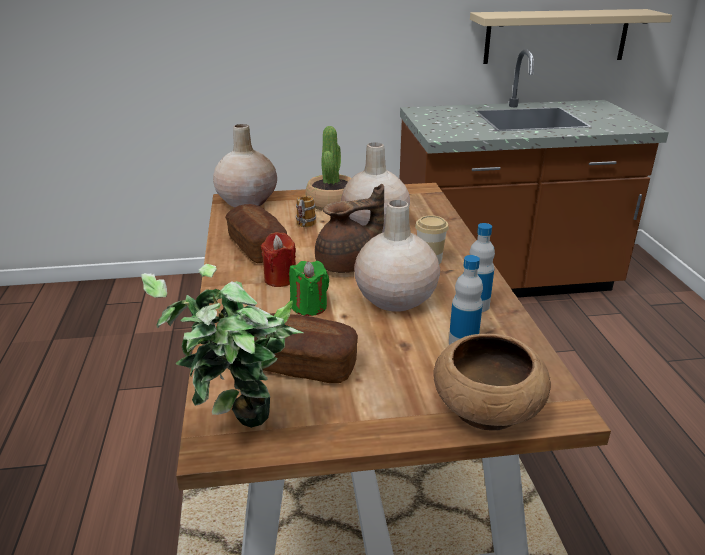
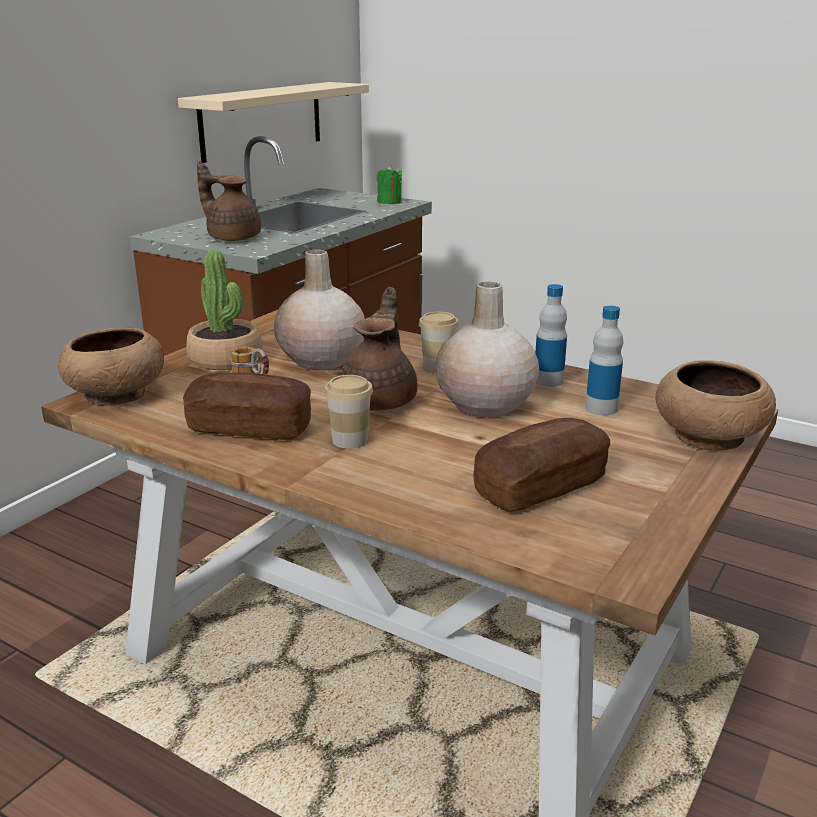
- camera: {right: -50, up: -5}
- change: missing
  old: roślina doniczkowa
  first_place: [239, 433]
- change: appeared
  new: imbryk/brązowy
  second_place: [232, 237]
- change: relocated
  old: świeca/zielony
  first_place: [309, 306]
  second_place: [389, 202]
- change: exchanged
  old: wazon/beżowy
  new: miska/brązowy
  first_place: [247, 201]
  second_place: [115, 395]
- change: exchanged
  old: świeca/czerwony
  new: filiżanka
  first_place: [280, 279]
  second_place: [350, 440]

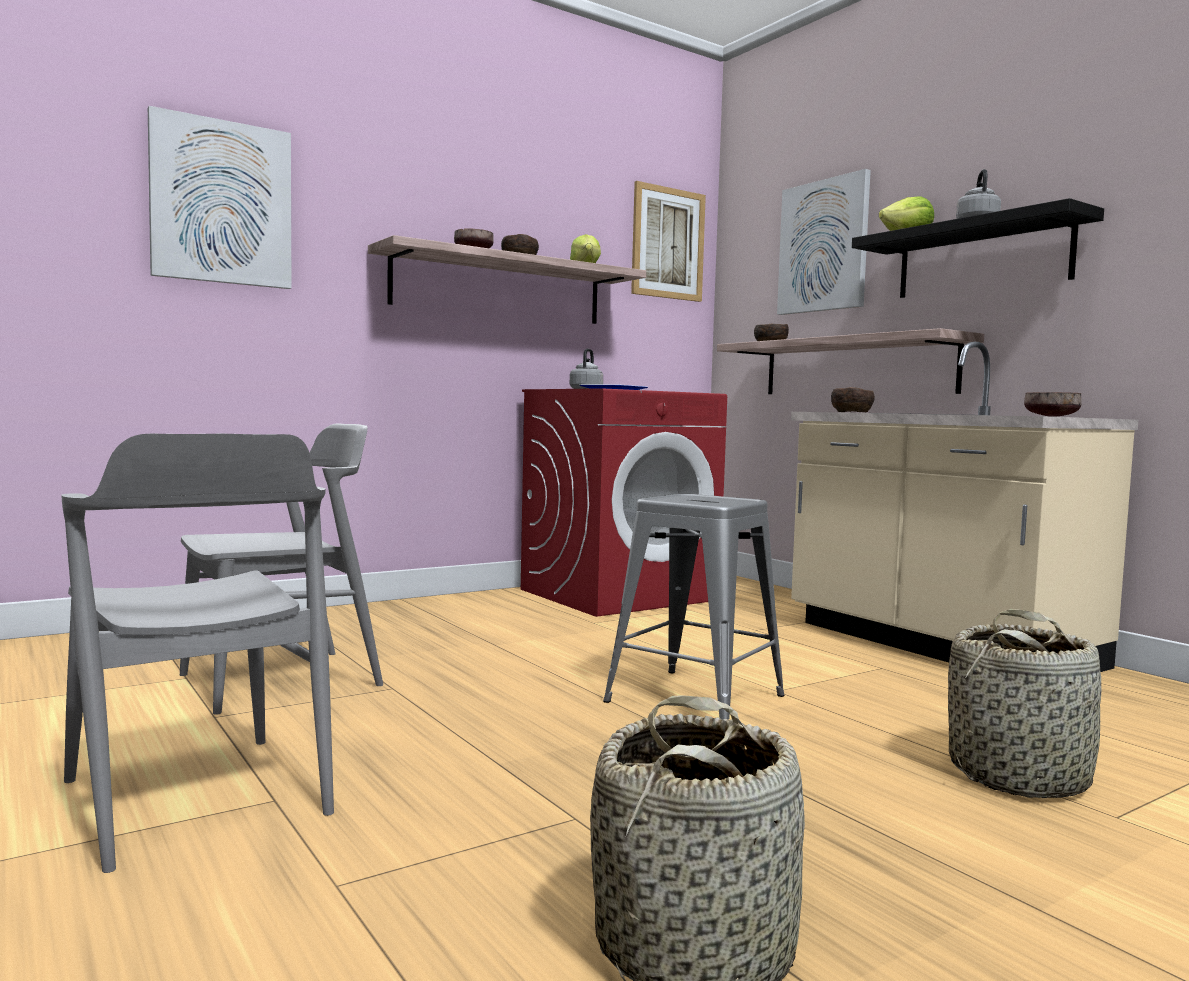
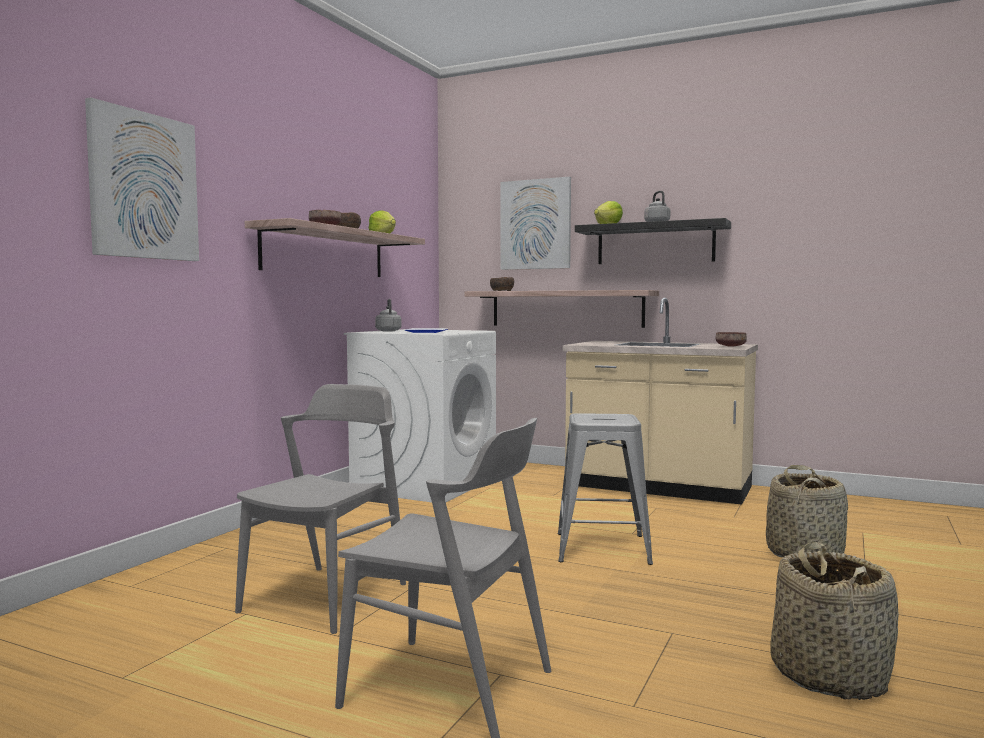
- camera: {right: -30, up: 0}
- change: missing
  old: obraz
  first_place: [668, 243]
- change: missing
  old: miska/brązowy
  first_place: [851, 412]
- change: colour
  old: pralka/czerwony
  new: pralka/biały
  first_place: [618, 595]
  second_place: [425, 484]

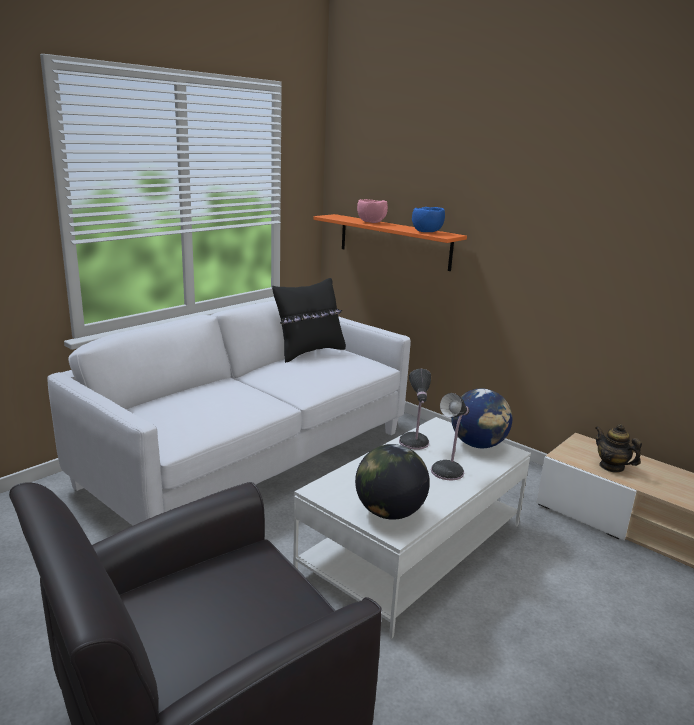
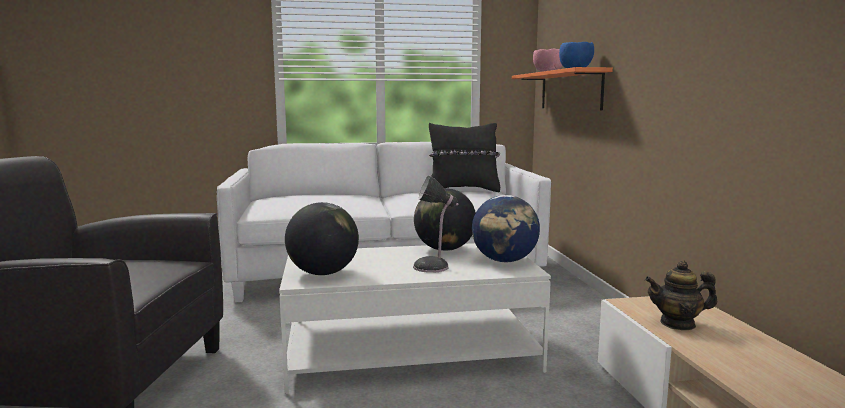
- camera: {right: 40, up: -10}
- change: exchanged
  old: lampa stołowa
  new: globus
  first_place: [414, 443]
  second_place: [444, 249]
- change: spun
  old: imbryk
  first_place: [611, 467]
  second_place: [678, 324]
  degrees: -90

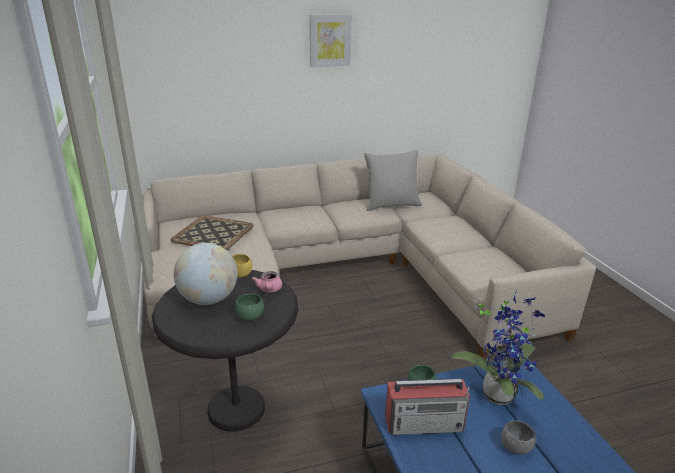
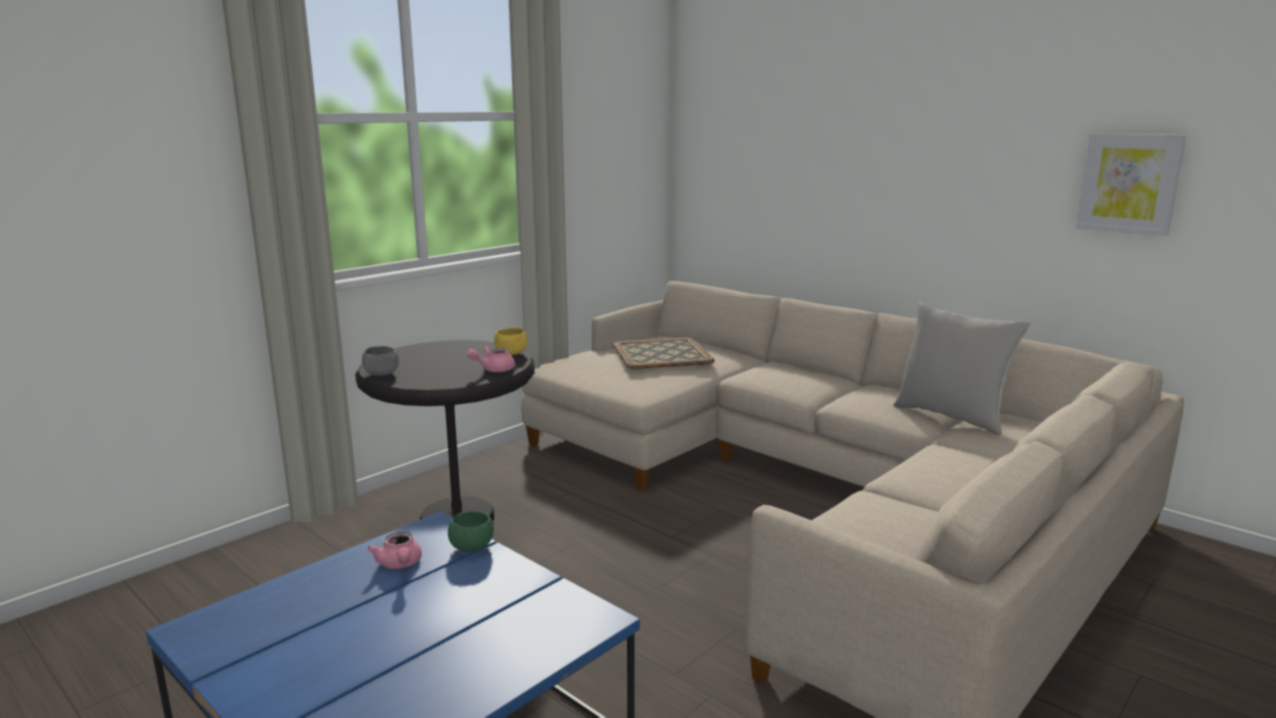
- camera: {right: 60, up: -10}
- change: missing
  old: globus
  first_place: [208, 299]
- change: missing
  old: miska/zielony
  first_place: [250, 316]
- change: missing
  old: roślina doniczkowa
  first_place: [499, 392]
- change: relocated
  old: obraz
  first_place: [330, 40]
  second_place: [1129, 183]
- change: relocated
  old: miska/szary
  first_place: [516, 447]
  second_place: [381, 374]
- change: exchanged
  old: radio
  new: imbryk/różowy
  first_place: [425, 423]
  second_place: [400, 564]

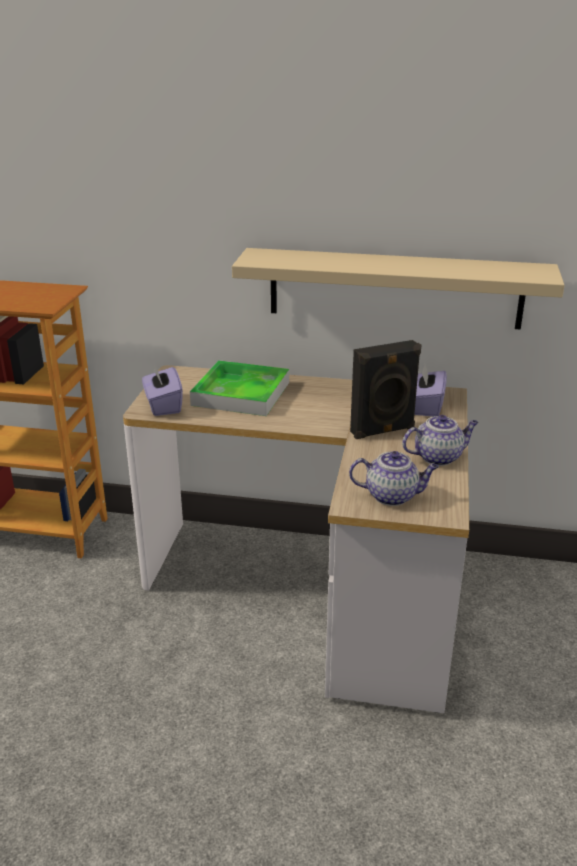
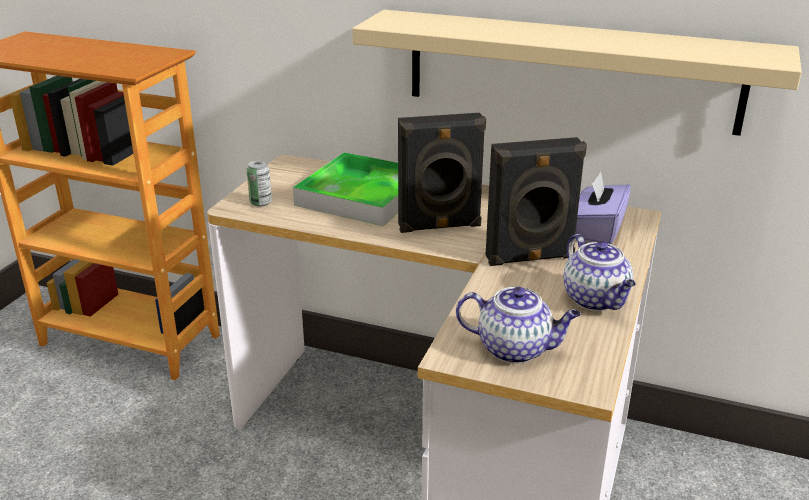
- camera: {right: 10, up: 0}
- change: appeared
  new: głośnik/czarny
  second_place: [439, 226]
- change: exchanged
  old: pudełko chusteczek/fioletowy
  new: puszka
  first_place: [163, 405]
  second_place: [261, 203]
- change: spun
  old: imbryk
  first_place: [438, 457]
  second_place: [596, 300]
  degrees: 75

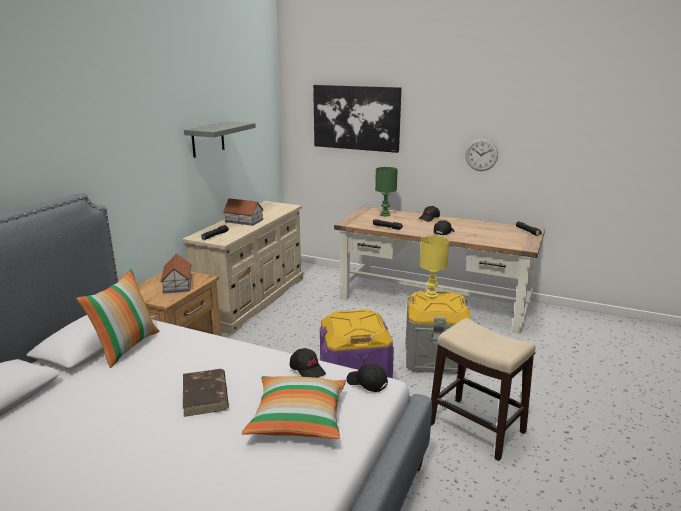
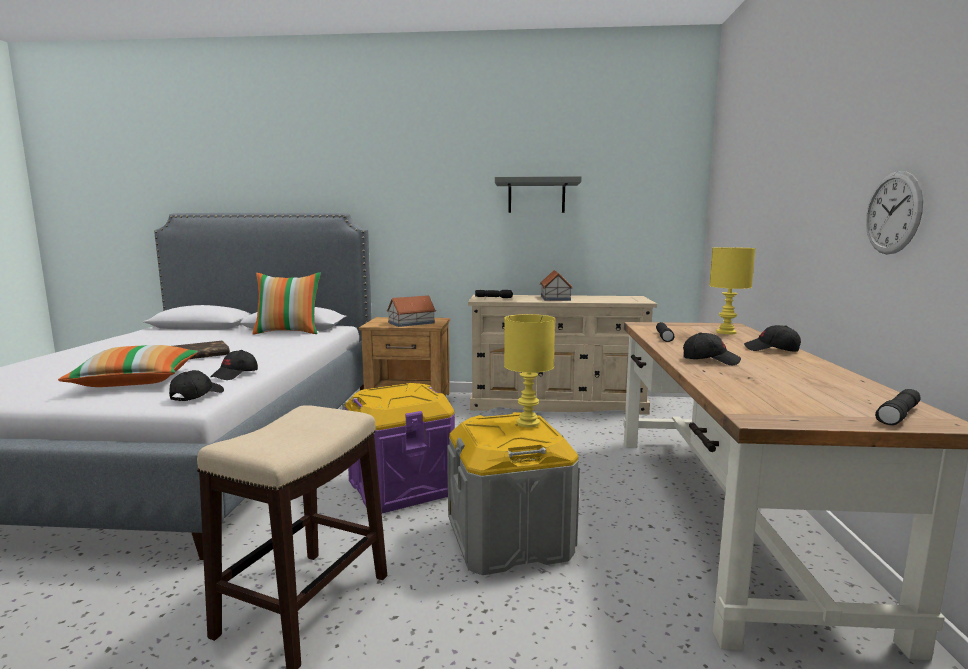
- camera: {right: 70, up: -10}
- change: missing
  old: obraz
  first_place: [356, 118]
- change: colour
  old: lampa stołowa/zielony
  new: lampa stołowa/żółty
  first_place: [385, 215]
  second_place: [725, 332]

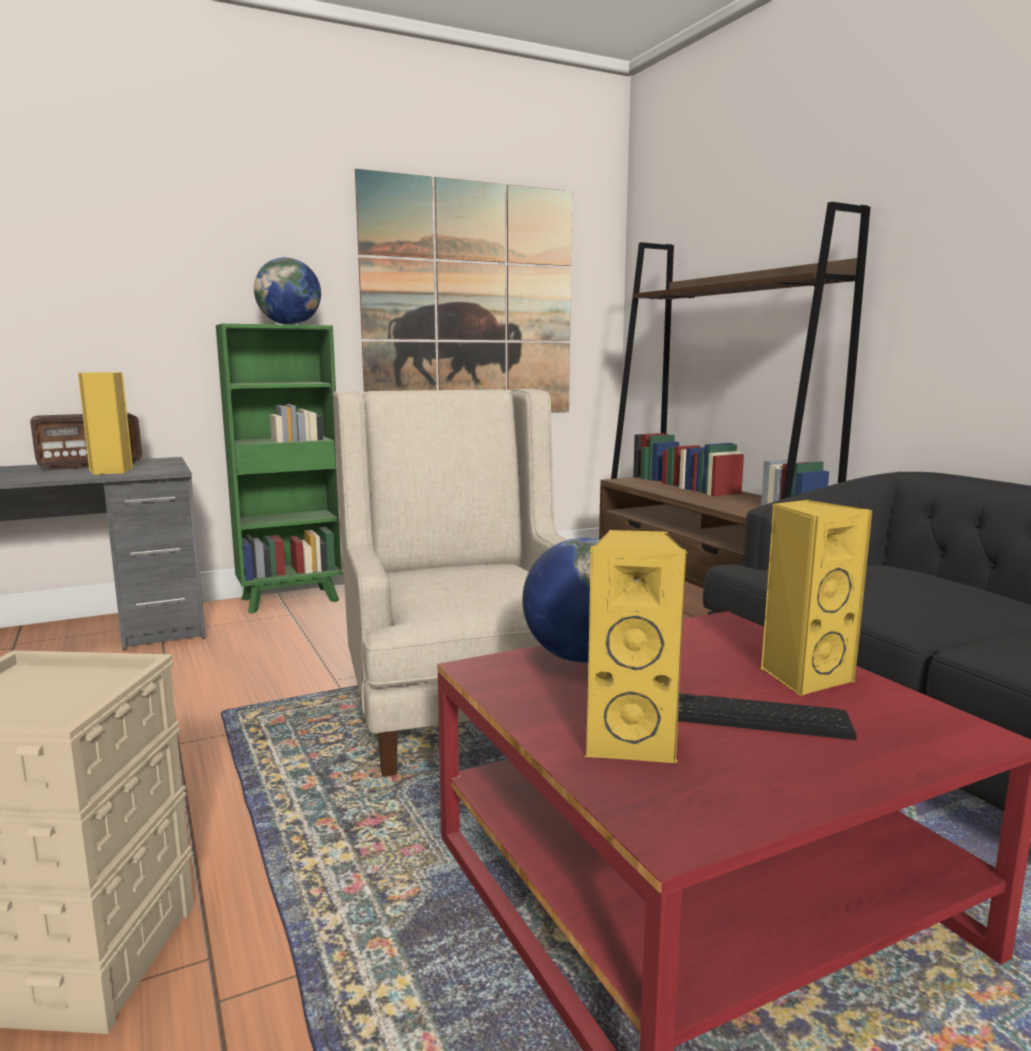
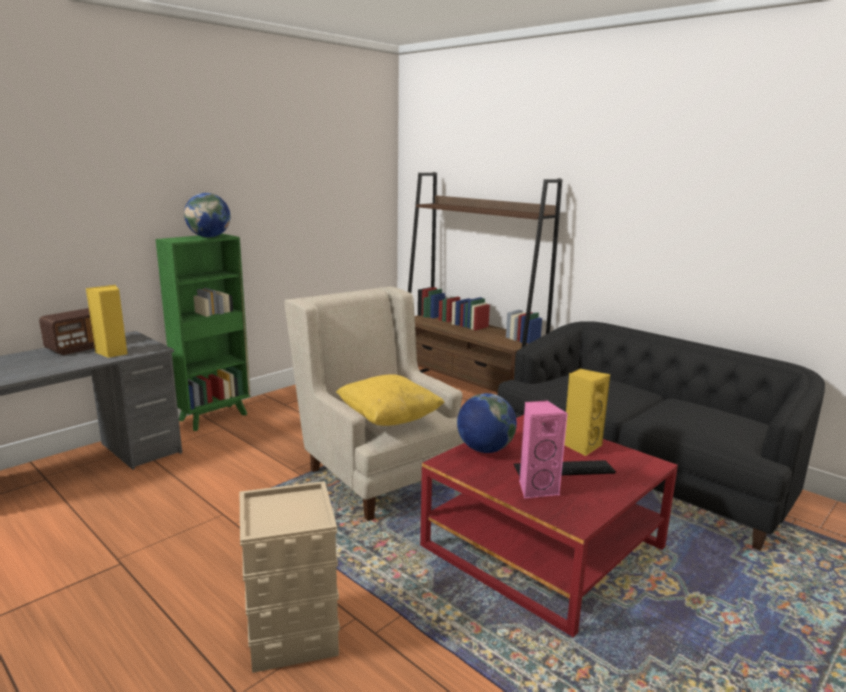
- camera: {right: -20, up: 5}
- change: missing
  old: obraz
  first_place: [470, 301]
- change: appeared
  new: poduszka/żółty
  second_place: [389, 419]
- change: colour
  old: głośnik/żółty
  new: głośnik/różowy
  first_place: [632, 742]
  second_place: [536, 488]

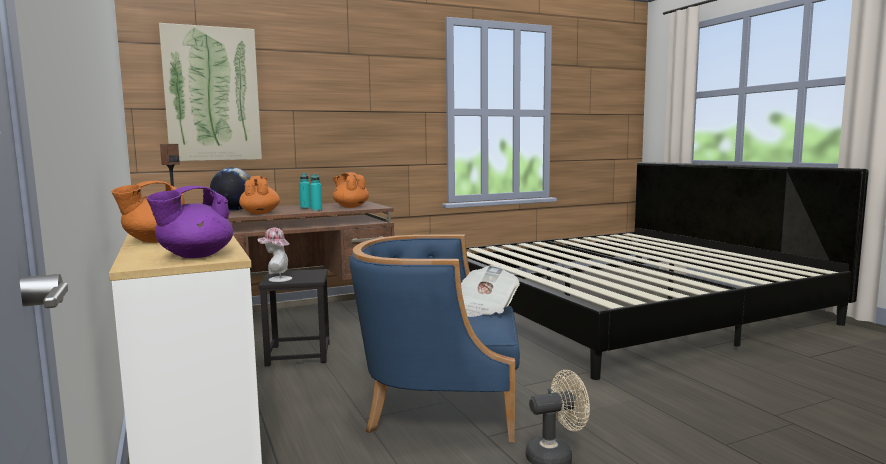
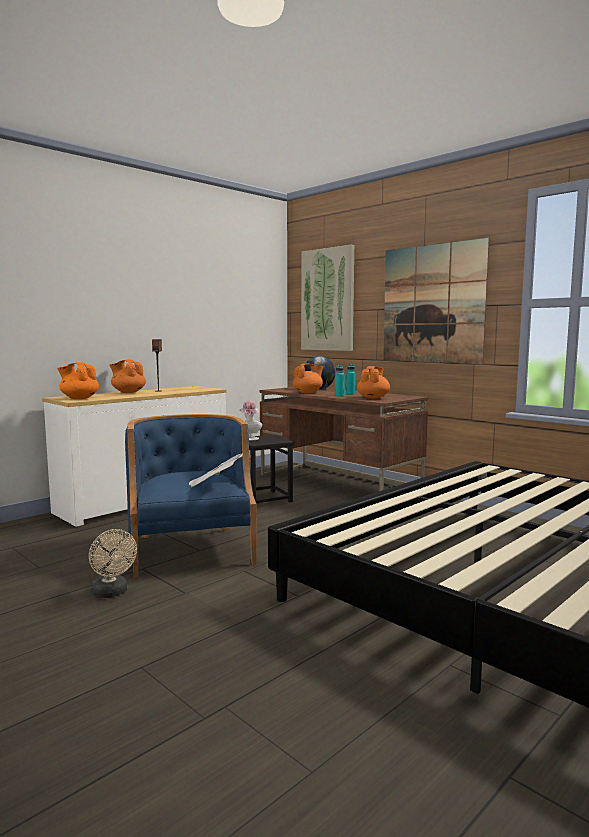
- camera: {right: 70, up: 0}
- change: appeared
  new: obraz
  second_place: [432, 304]
- change: colour
  old: imbryk/fioletowy
  new: imbryk/pomarańczowy
  first_place: [195, 256]
  second_place: [79, 398]

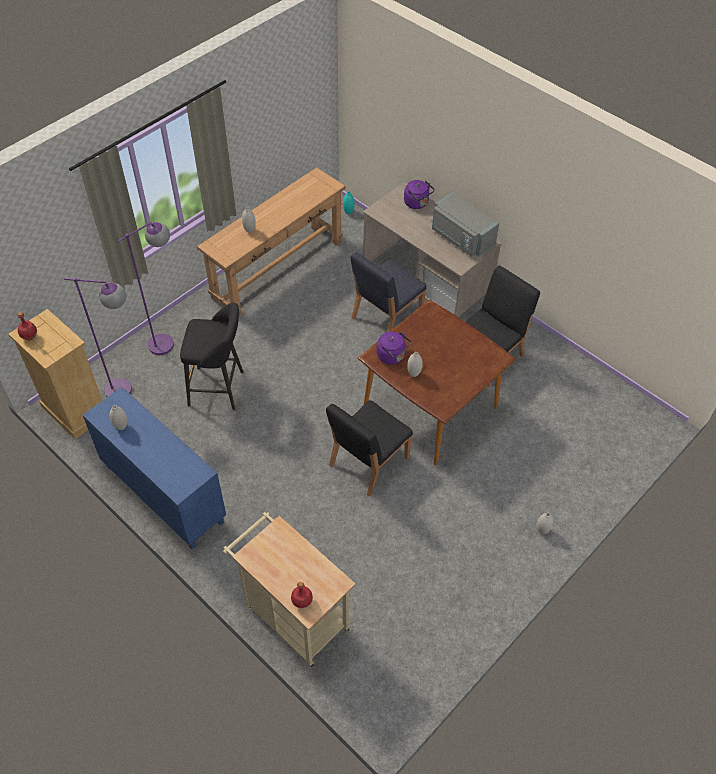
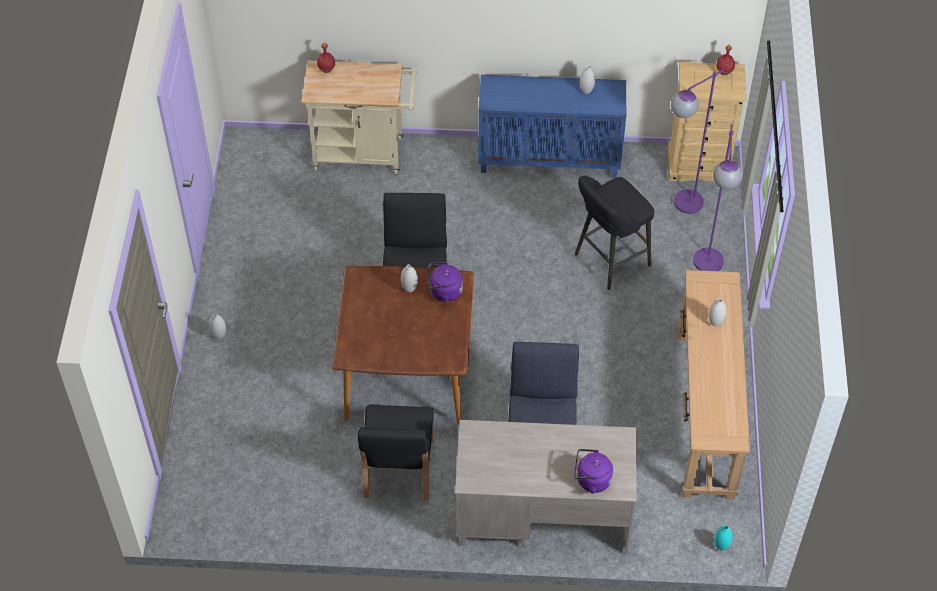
- camera: {right: 140, up: 0}
- change: missing
  old: mikrofalówka/szary
  first_place: [461, 238]

